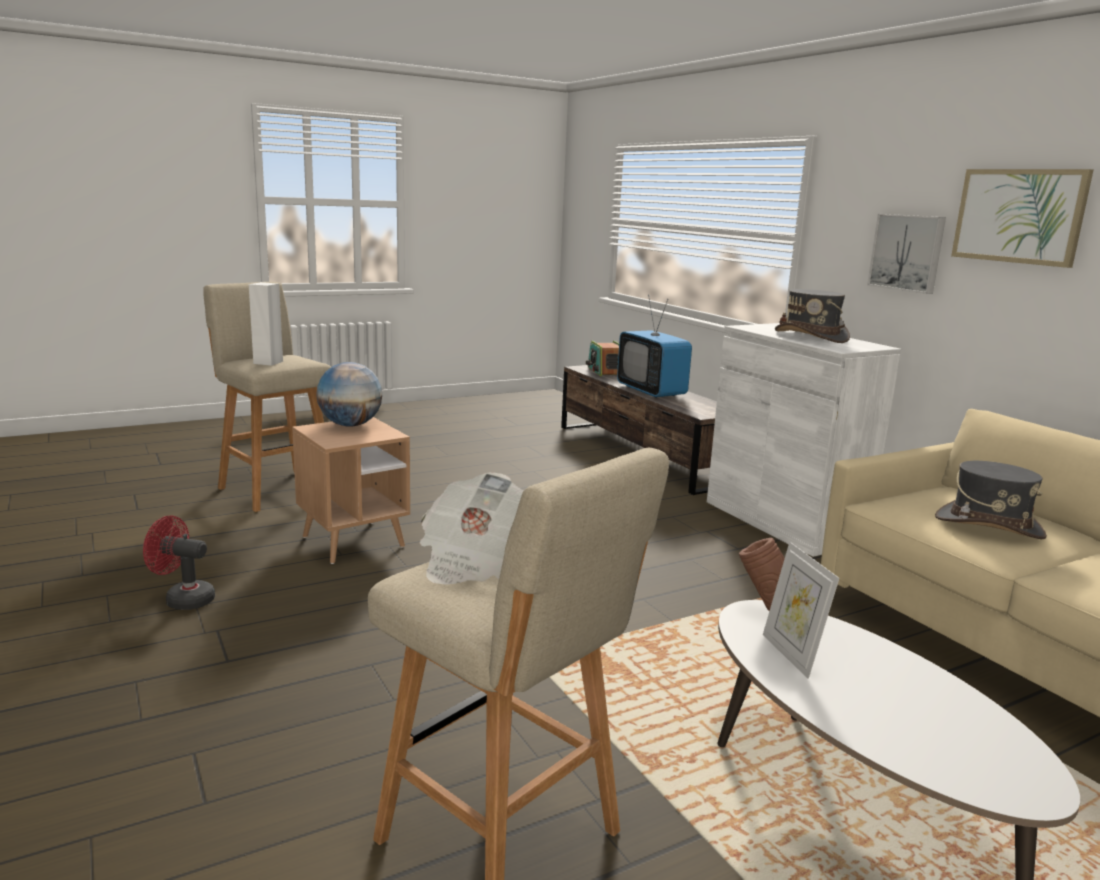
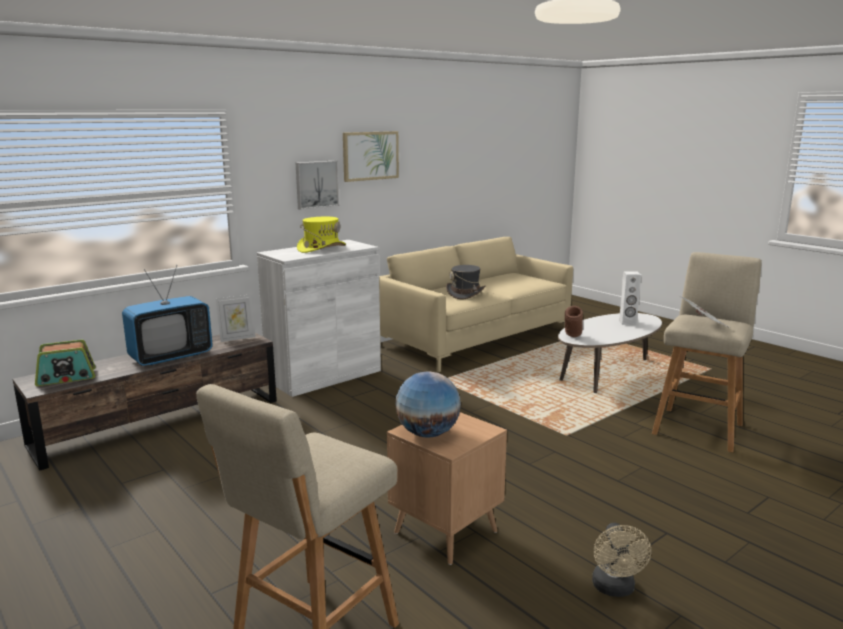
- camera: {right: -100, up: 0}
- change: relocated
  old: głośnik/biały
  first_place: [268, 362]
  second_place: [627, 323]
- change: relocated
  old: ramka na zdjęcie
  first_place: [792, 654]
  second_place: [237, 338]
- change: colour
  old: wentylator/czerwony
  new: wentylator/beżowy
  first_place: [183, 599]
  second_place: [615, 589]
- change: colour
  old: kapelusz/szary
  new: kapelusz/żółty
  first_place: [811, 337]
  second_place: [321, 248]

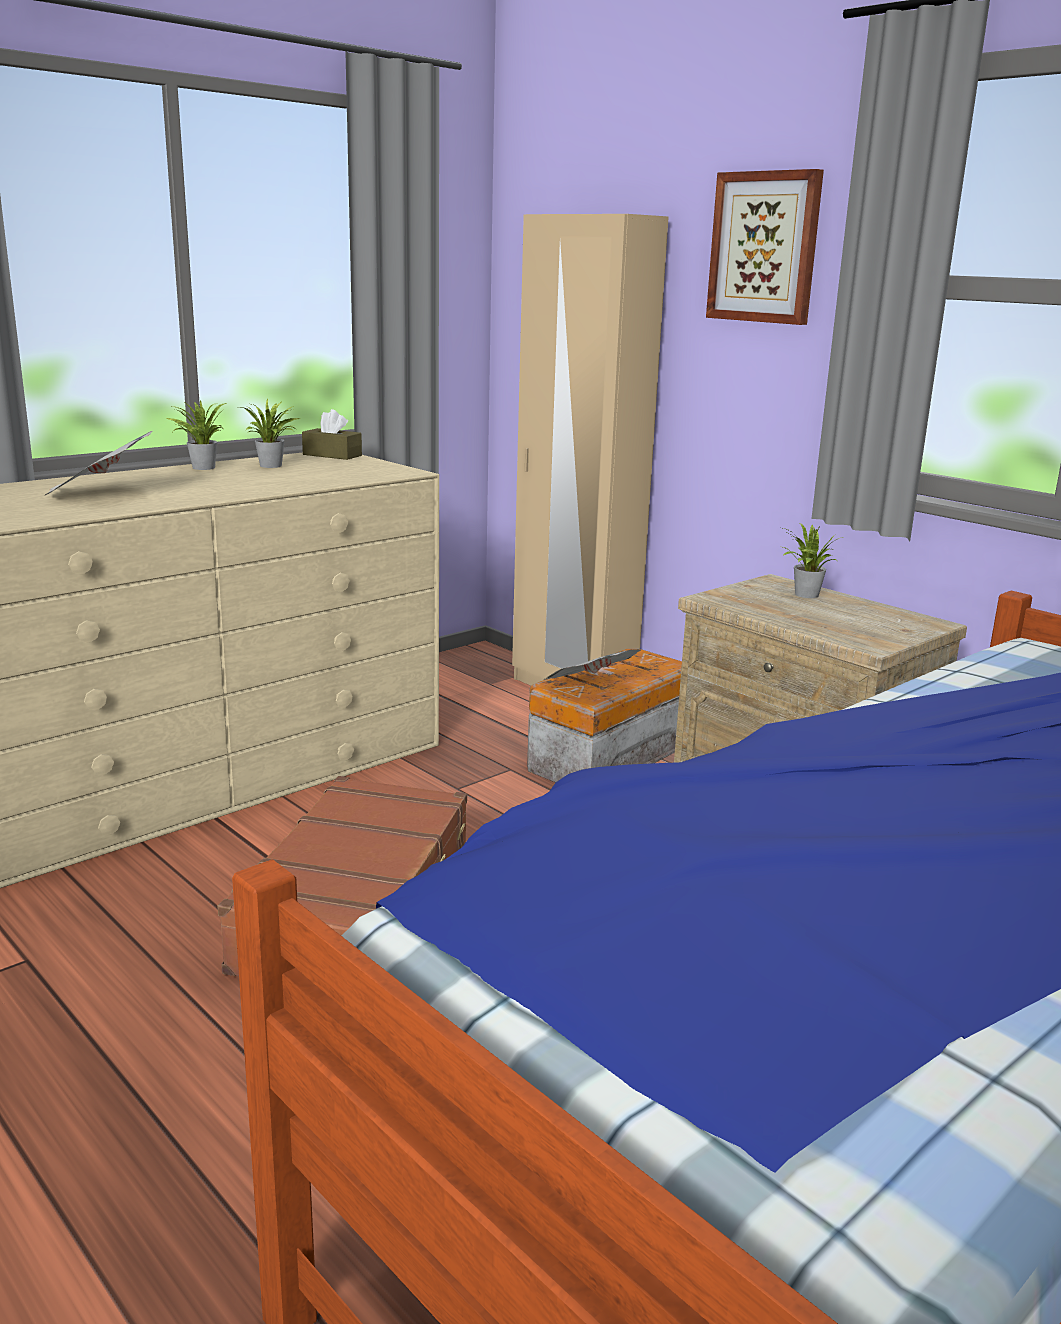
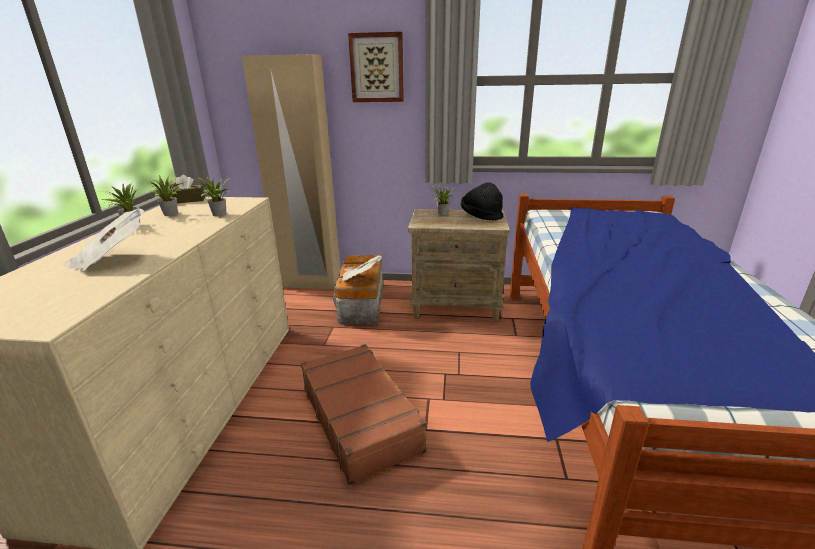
- camera: {right: -40, up: 5}
- change: appeared
  new: roślina doniczkowa
  second_place: [218, 215]
- change: appeared
  new: kapelusz/czarny
  second_place: [481, 216]

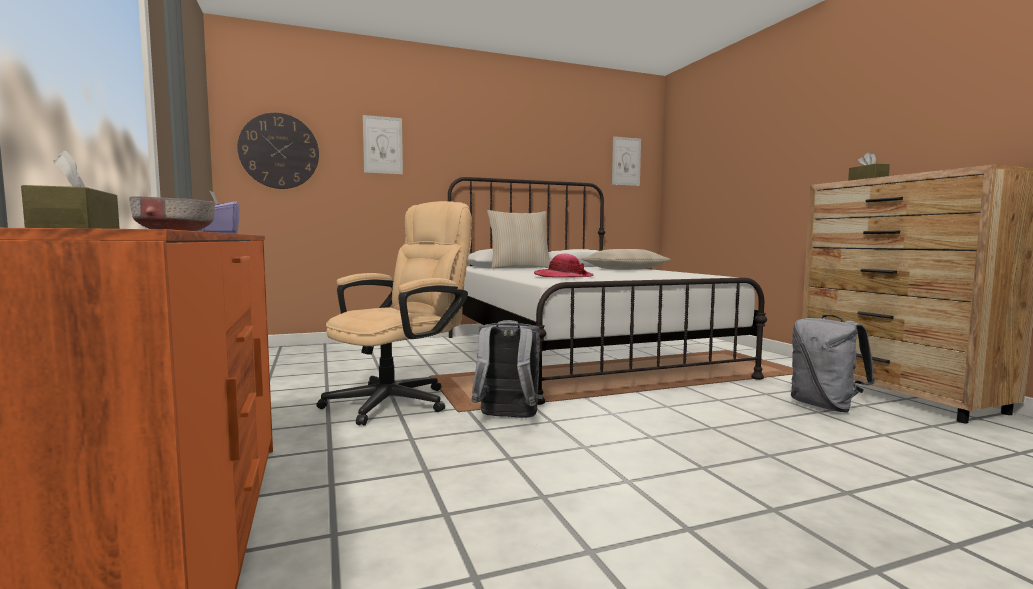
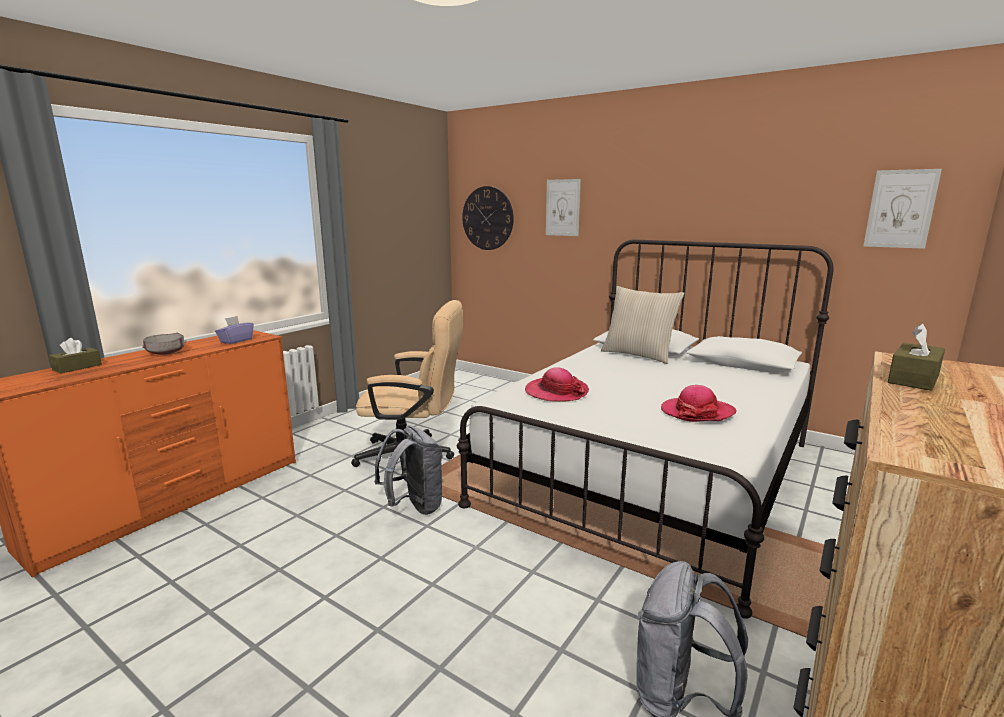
- camera: {right: 55, up: 10}
- change: missing
  old: poduszka/beżowy
  first_place: [624, 269]
- change: appeared
  new: kapelusz
  second_place: [697, 412]

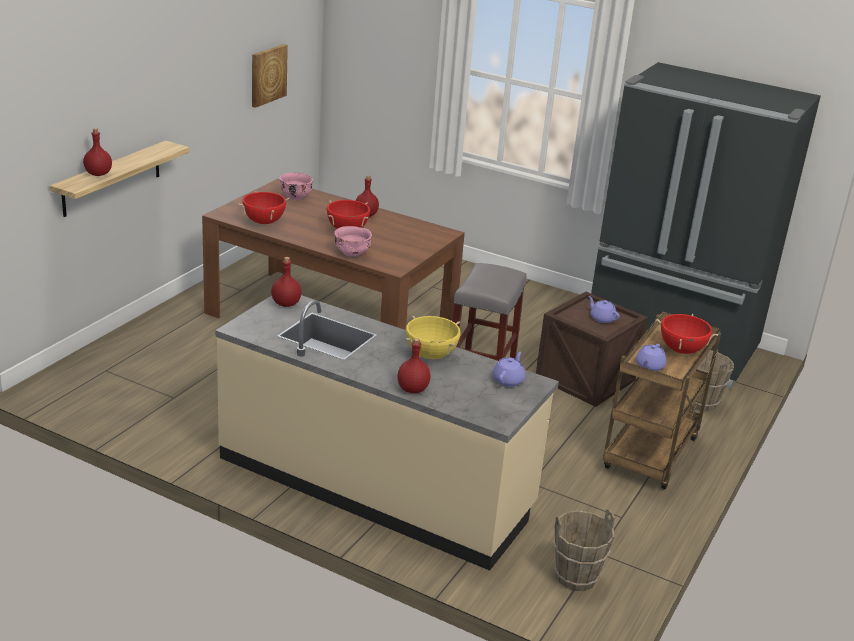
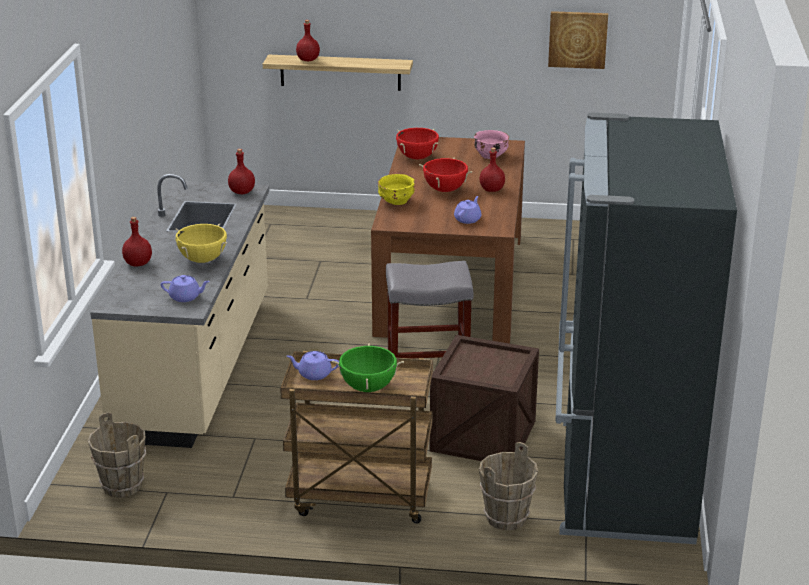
- camera: {right: 70, up: 0}
- change: relocated
  old: imbryk/fioletowy
  first_place: [602, 318]
  second_place: [468, 219]
- change: colour
  old: miska/różowy
  new: miska/żółty
  first_place: [352, 253]
  second_place: [396, 202]
- change: colour
  old: garnek/czerwony
  new: garnek/zielony
  first_place: [681, 350]
  second_place: [368, 387]

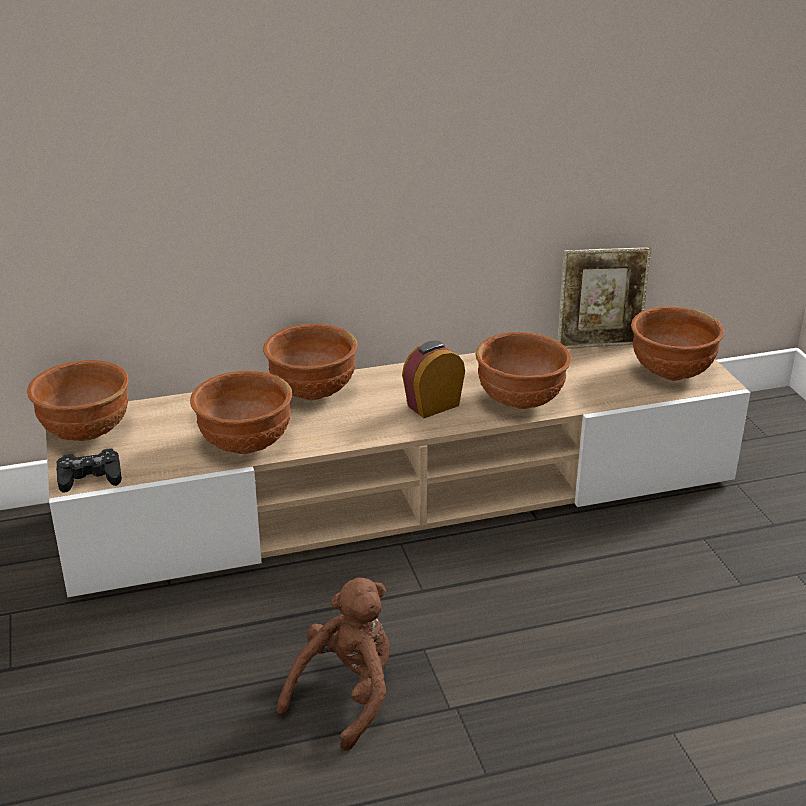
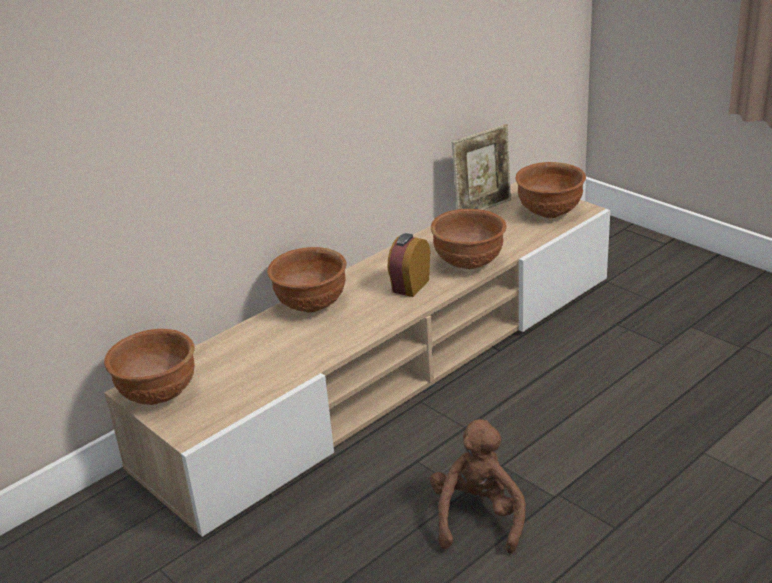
- camera: {right: -25, up: 0}
- change: missing
  old: pad do gier/czarny
  first_place: [90, 477]
- change: missing
  old: miska/brązowy
  first_place: [244, 445]

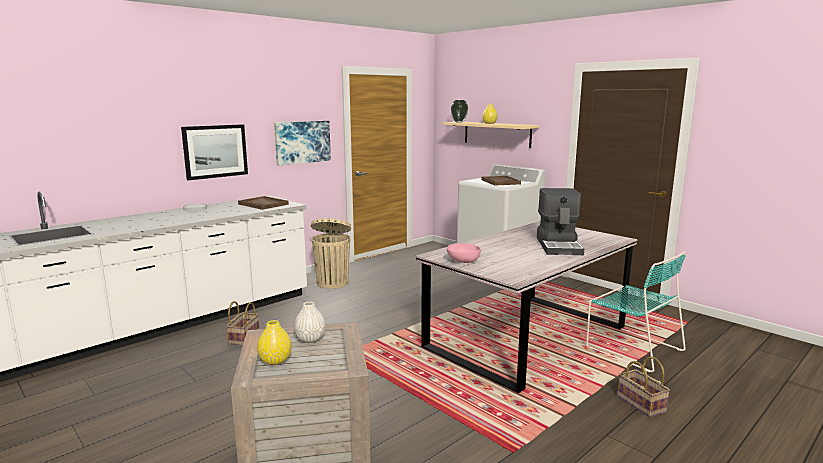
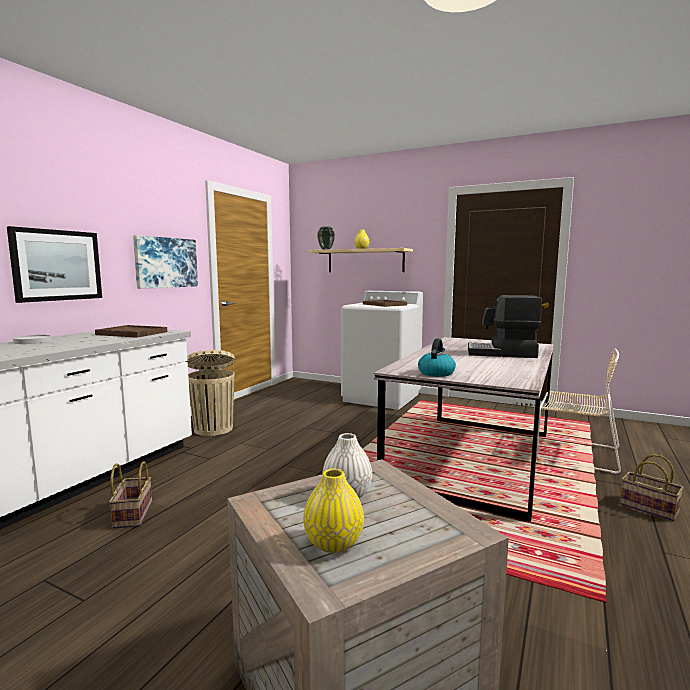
- camera: {right: -20, up: -5}
- change: exchanged
  old: miska/różowy
  new: czajnik
  first_place: [463, 261]
  second_place: [436, 373]
- change: colour
  old: krzesło/turkusowy
  new: krzesło/beżowy
  first_place: [631, 348]
  second_place: [574, 452]
- change: spun
  old: ekspres do kawy
  first_place: [559, 246]
  second_place: [502, 353]
  degrees: 120

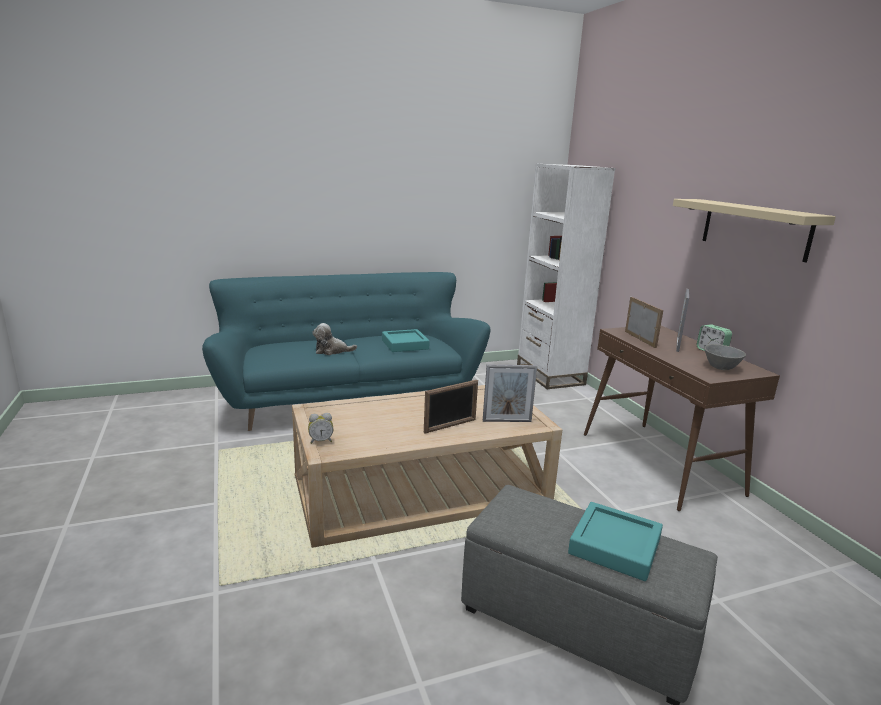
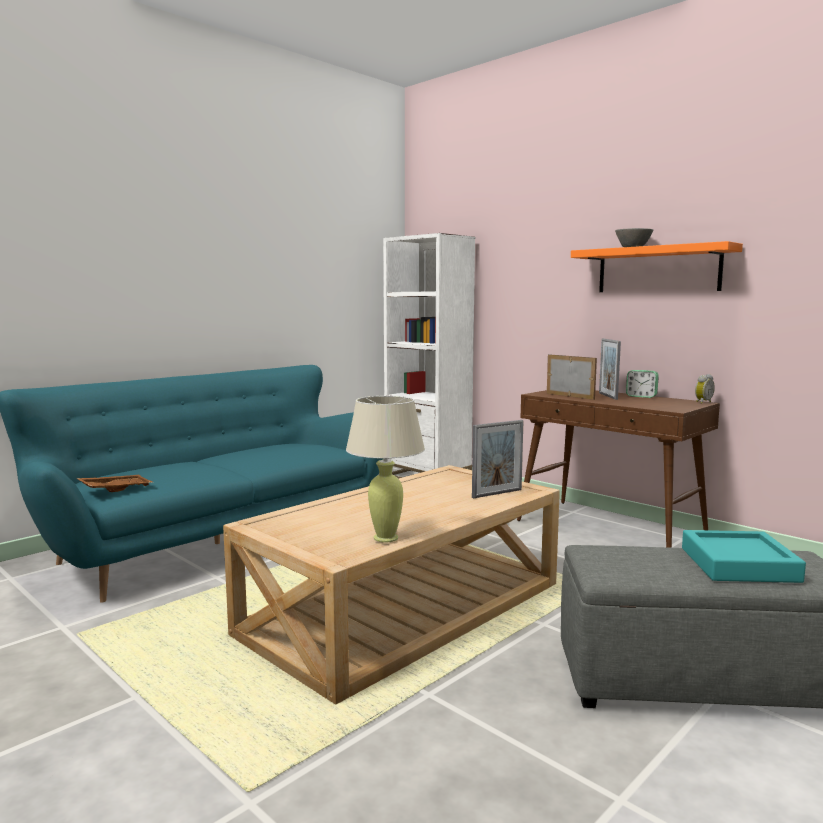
- camera: {right: -25, up: -10}
- change: missing
  old: pluszak
  first_place: [332, 351]
- change: missing
  old: taca/turkusowy
  first_place: [405, 344]
- change: missing
  old: ramka na zdjęcie
  first_place: [450, 426]
- change: appeared
  new: taca/brązowy
  second_place: [115, 489]
- change: appeared
  new: lampa stołowa/beżowy
  second_place: [386, 538]
- change: relocated
  old: budzik
  first_place: [321, 441]
  second_place: [702, 402]
- change: relocated
  old: miska/szary
  first_place: [720, 367]
  second_place: [633, 247]
- change: colour
  old: półka/beżowy
  new: półka/pomarańczowy
  first_place: [754, 228]
  second_place: [658, 270]

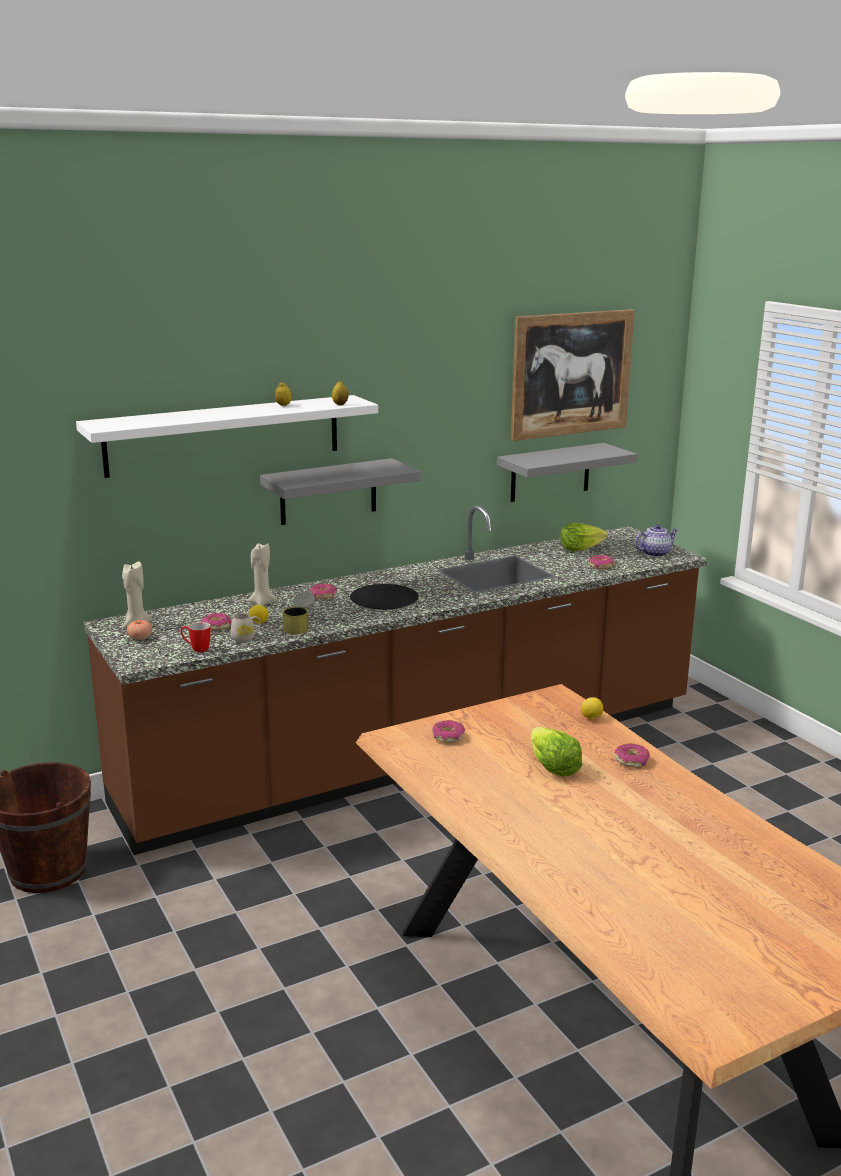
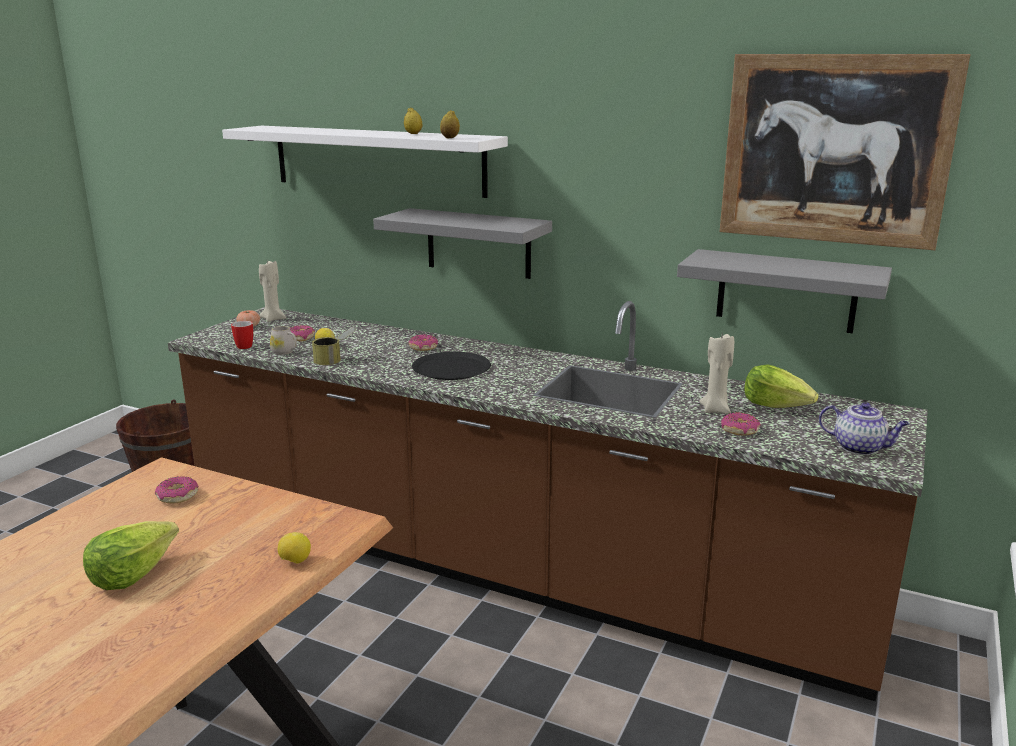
- camera: {right: 55, up: 0}
- change: missing
  old: donut
  first_place: [632, 761]
- change: relocated
  old: świeca/beżowy
  first_place: [262, 602]
  second_place: [715, 410]

